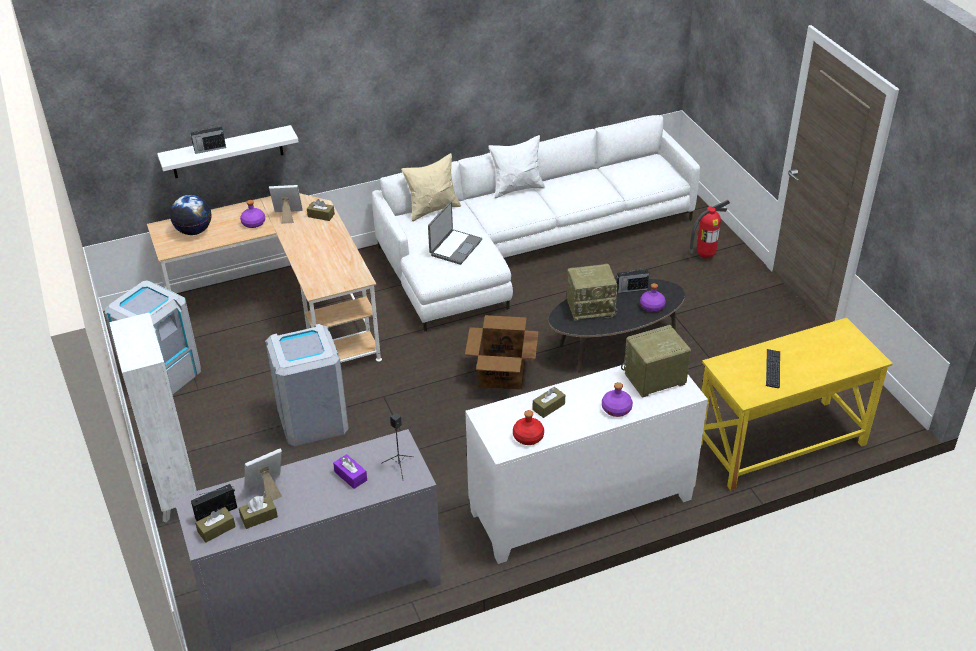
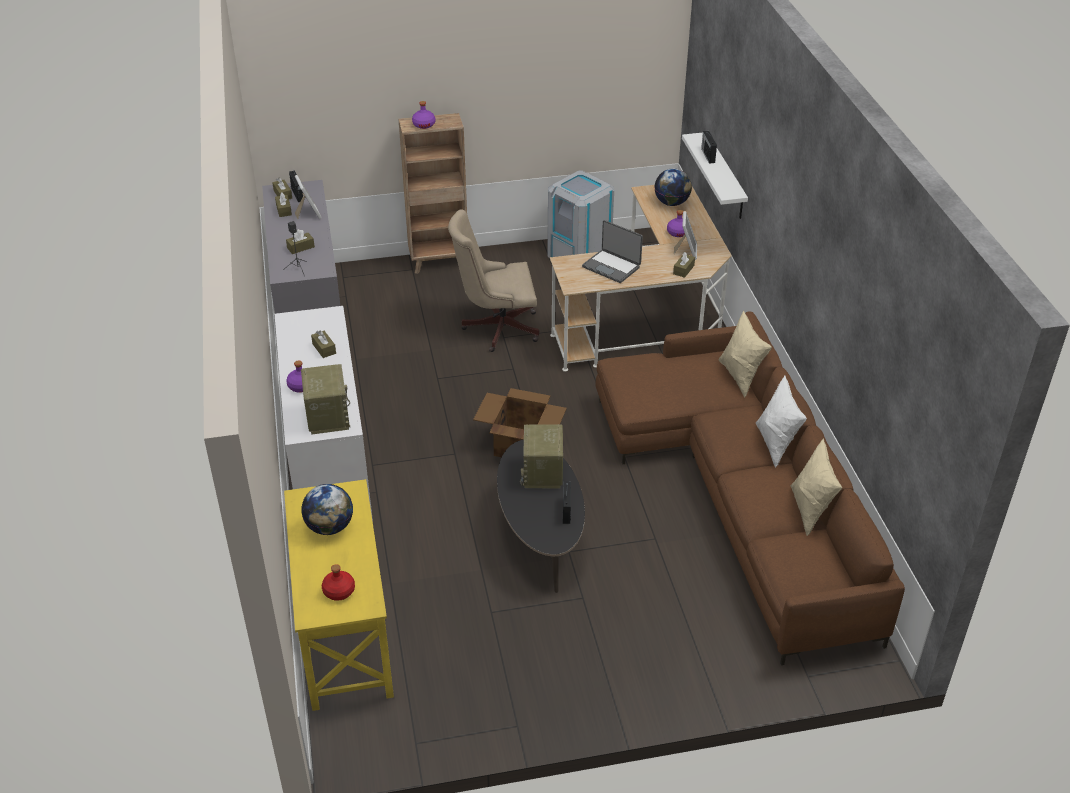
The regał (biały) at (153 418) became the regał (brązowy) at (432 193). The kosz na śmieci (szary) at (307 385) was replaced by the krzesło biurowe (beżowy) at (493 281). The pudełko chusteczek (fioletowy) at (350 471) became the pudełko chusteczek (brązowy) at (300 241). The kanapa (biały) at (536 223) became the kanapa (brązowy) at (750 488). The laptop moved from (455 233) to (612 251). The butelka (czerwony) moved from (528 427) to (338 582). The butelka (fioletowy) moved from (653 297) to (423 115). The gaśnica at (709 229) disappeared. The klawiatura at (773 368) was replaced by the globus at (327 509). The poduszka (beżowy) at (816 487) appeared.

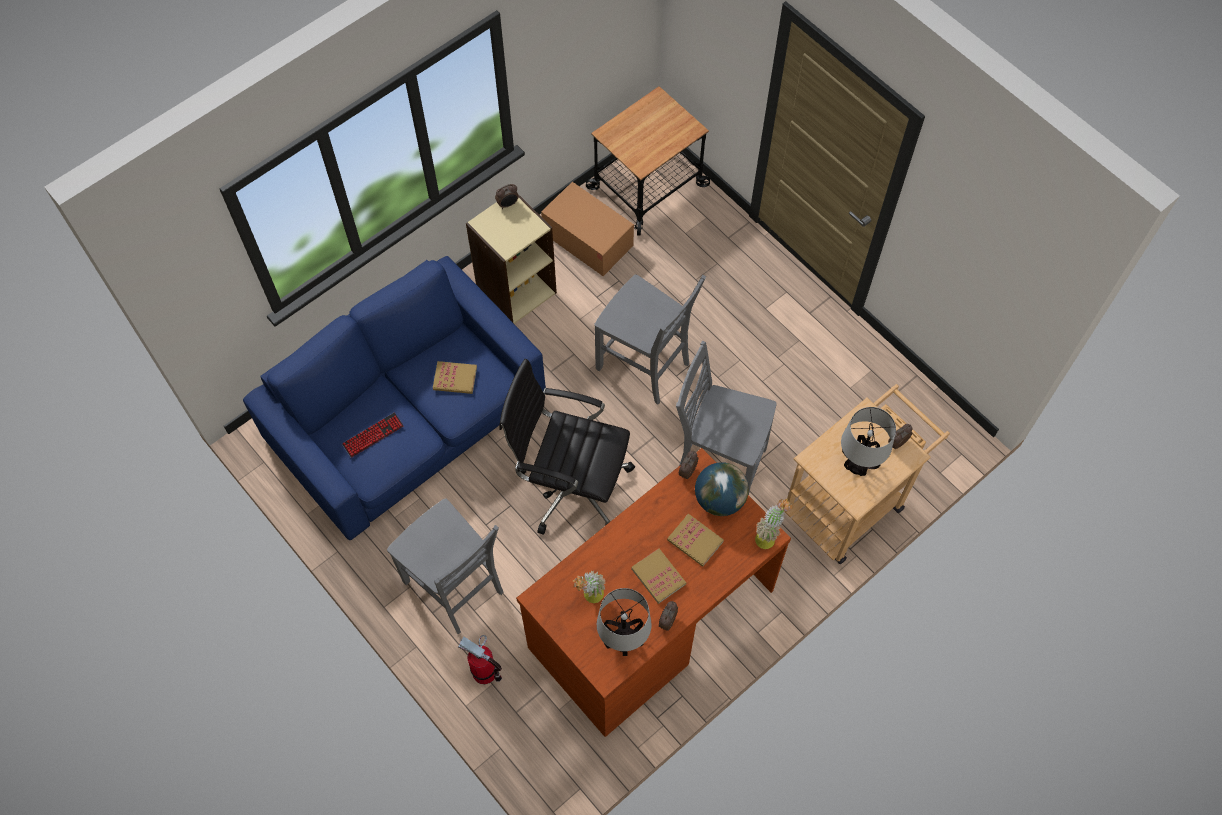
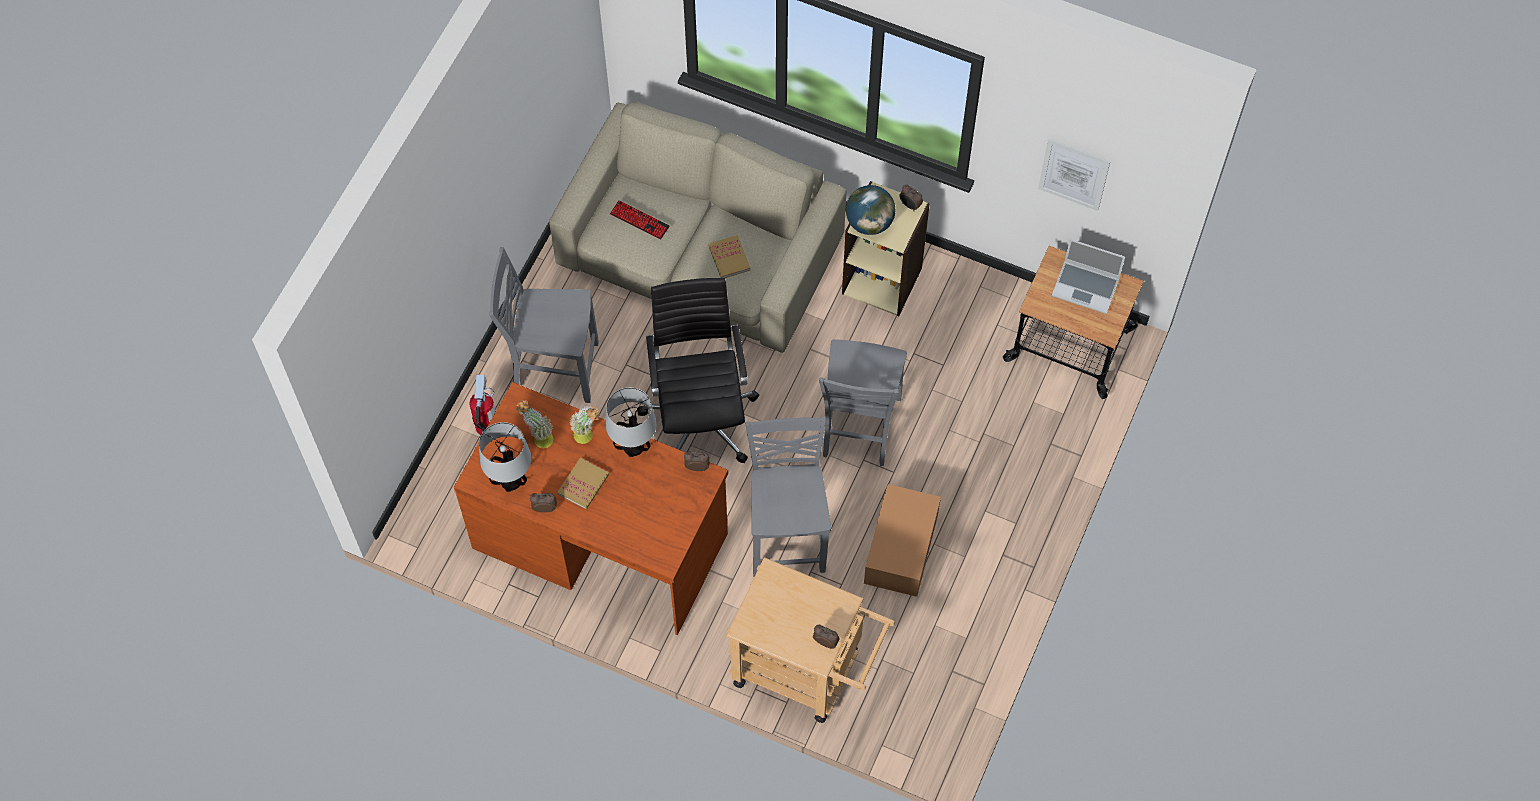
The kanapa (niebieski) at (394 398) became the kanapa (beżowy) at (697 227). The krzesło (szary) at (445 566) turned 75 degrees clockwise. The karton moved from (587 229) to (902 540). The książka at (695 540) disappeared. The globus moved from (722 489) to (870 210). The roślina doniczkowa moved from (774 523) to (585 425). The lampa stołowa moved from (868 441) to (631 422). The obraz at (1074 175) appeared. The laptop at (1088 276) appeared.

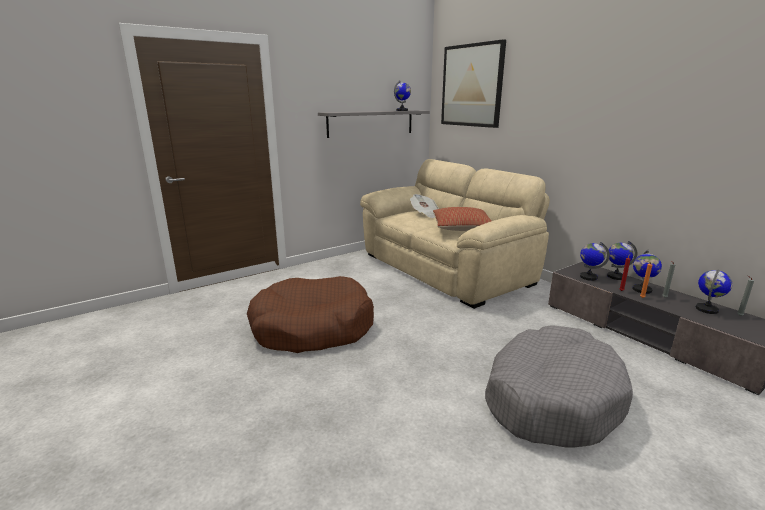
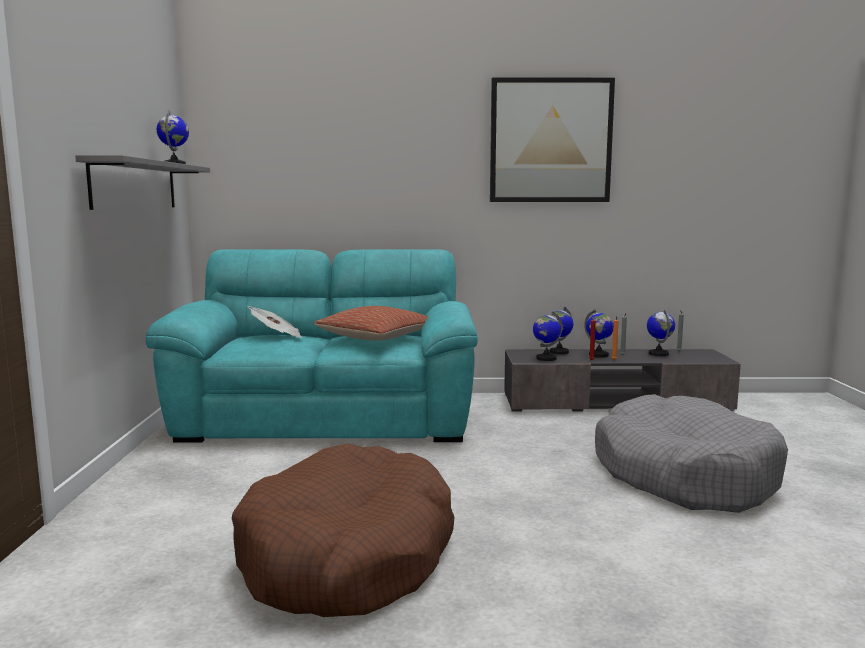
The kanapa (beżowy) at (455 234) became the kanapa (turkusowy) at (312 346). The obraz moved from (473 83) to (552 140).

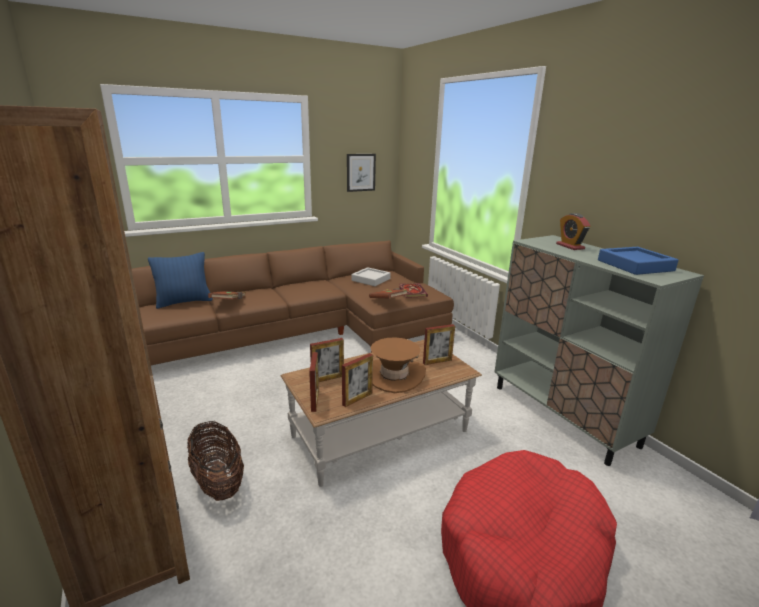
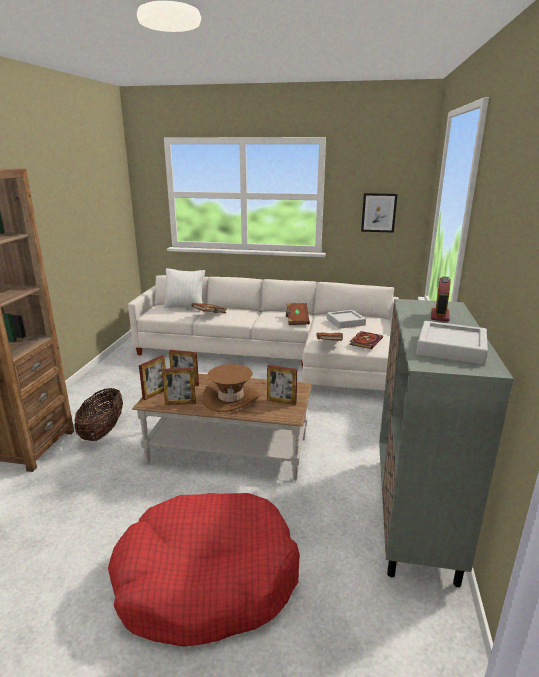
The kanapa (brązowy) at (293 303) became the kanapa (biały) at (263 333). The poduszka (niebieski) at (180 280) became the poduszka (biały) at (184 289). The taca (niebieski) at (638 261) became the taca (szary) at (452 343). The książka (brązowy) at (298 314) appeared.

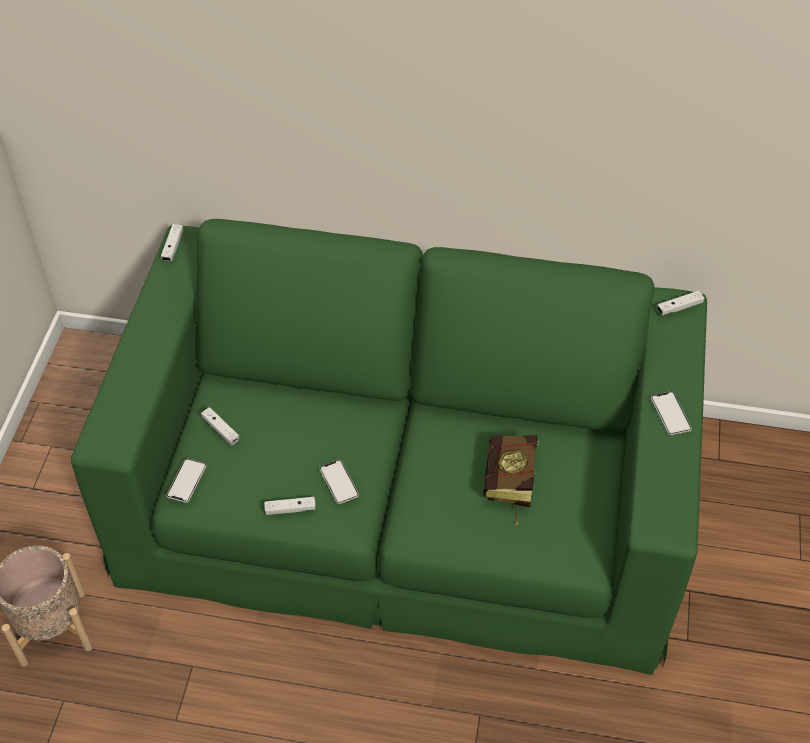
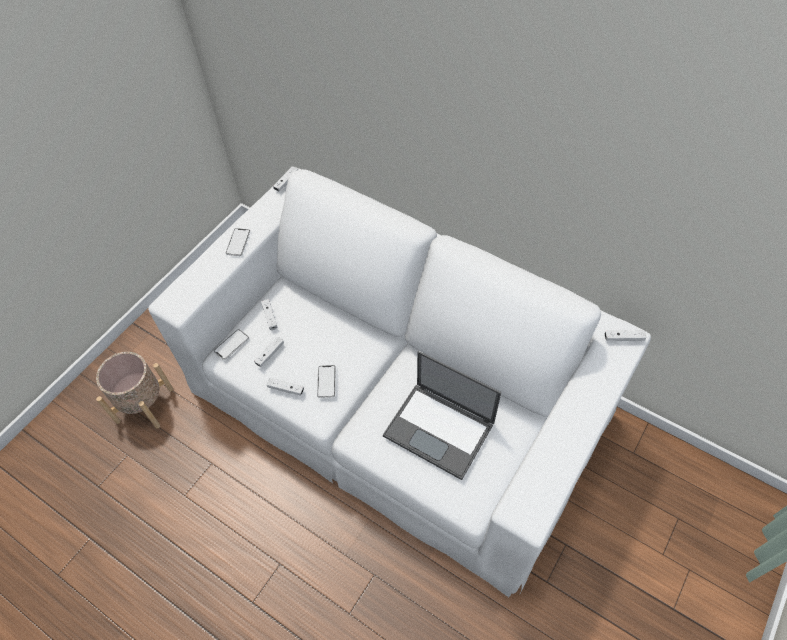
The kanapa (zielony) at (389 447) became the kanapa (biały) at (399 382). The książka at (511 480) was replaced by the laptop at (442 415). The telefon moved from (671 413) to (238 242). The pad do gier (biały) at (269 352) appeared.

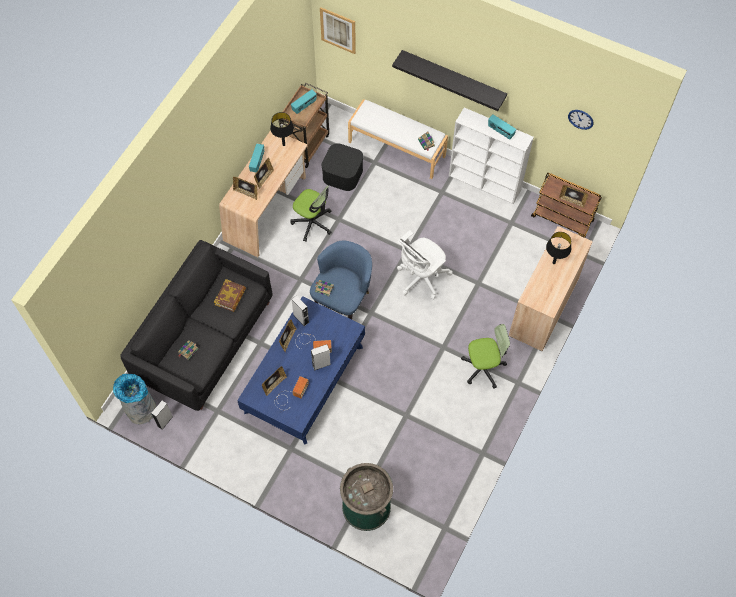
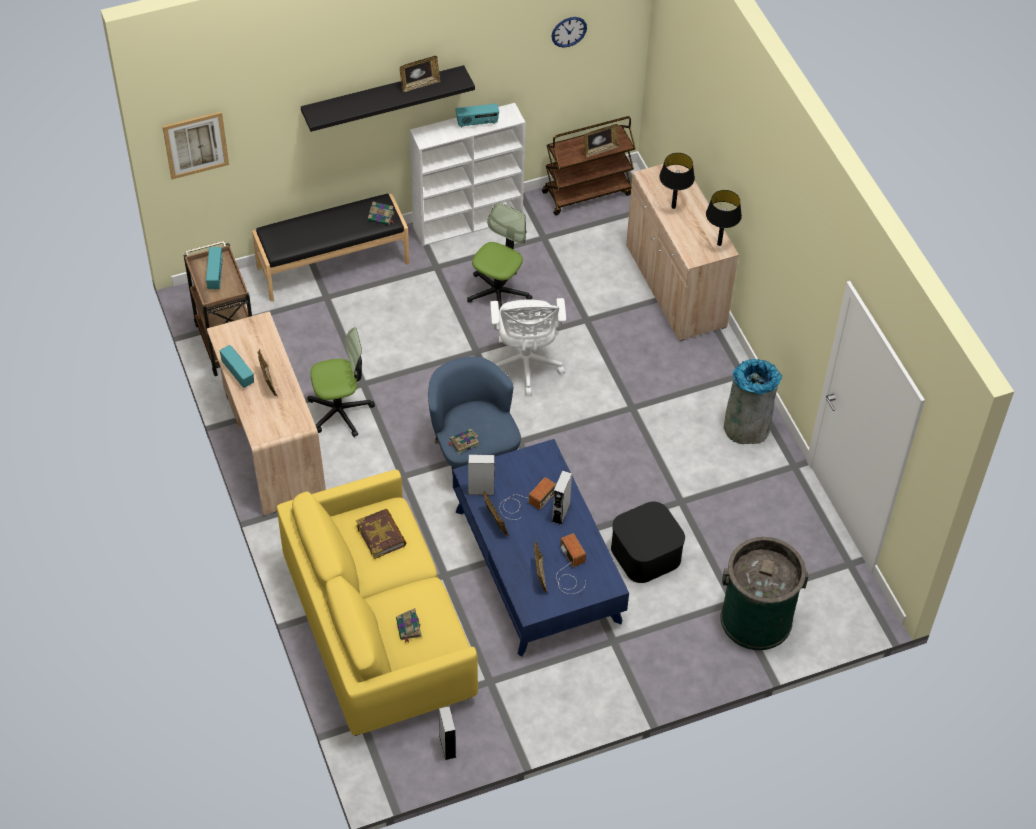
The kosz na śmieci (szary) moved from (134 399) to (753 401). The kanapa (czarny) at (196 325) became the kanapa (żółty) at (377 603). The ramka na zdjęcie moved from (245 188) to (420 74). The lampa stołowa (czarny) moved from (282 129) to (724 218). The pojemnik do przechowywania (czarny) moved from (342 167) to (648 542). The ławka (biały) at (398 139) became the ławka (czarny) at (330 247). The krzesło biurowe moved from (485 356) to (500 256).

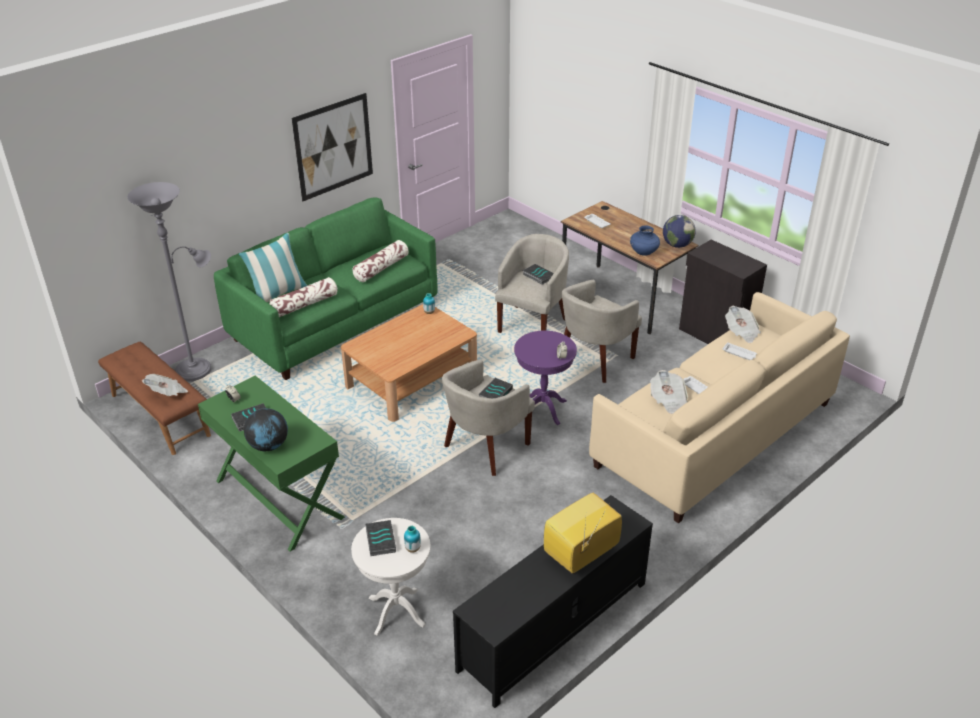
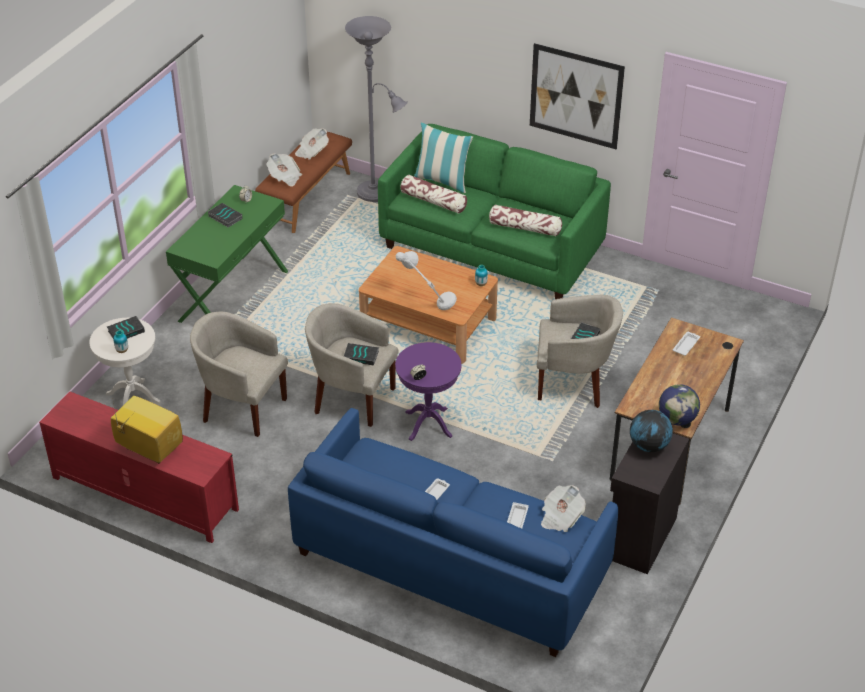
The globus moved from (266 429) to (651 431). The szafka pod telewizor (czarny) at (553 601) became the szafka pod telewizor (czerwony) at (139 467). The fotel (beżowy) moved from (602 331) to (239 374). The kanapa (beżowy) at (719 407) became the kanapa (niebieski) at (453 532). The wazon (niebieski) at (645 240) disappeared. The gazeta moved from (669 392) to (312 144). The lampa stołowa (szary) at (426 280) appeared.

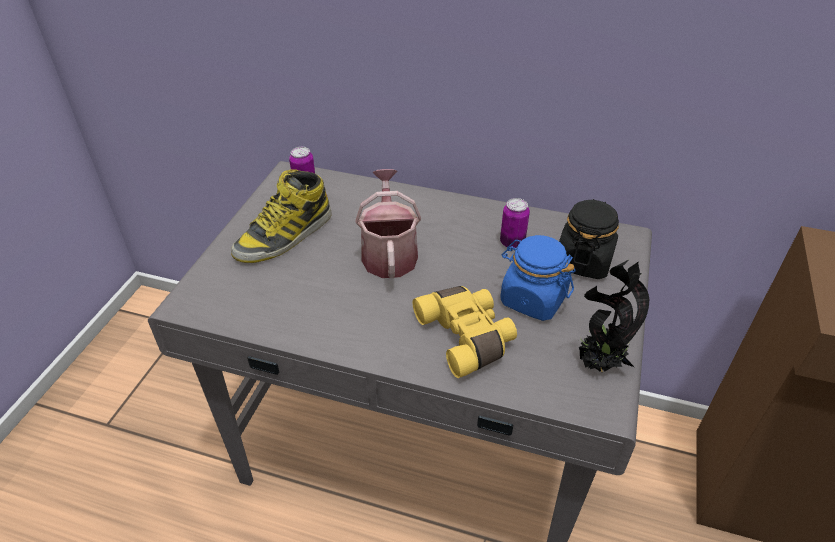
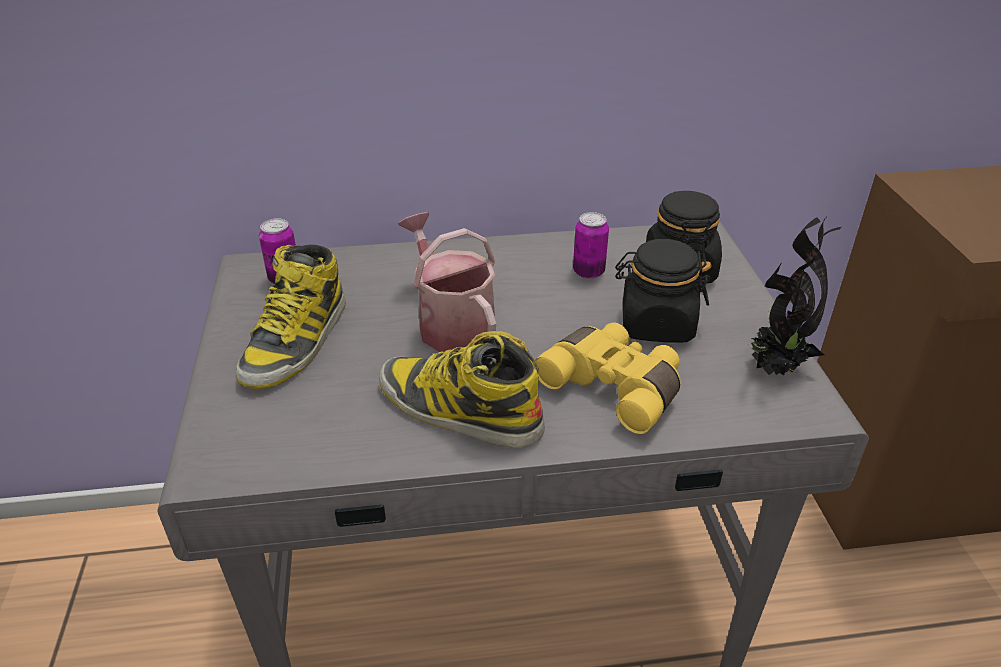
The słoik (niebieski) at (538 278) became the słoik (czarny) at (663 291). The but z cholewką at (462 389) appeared.

